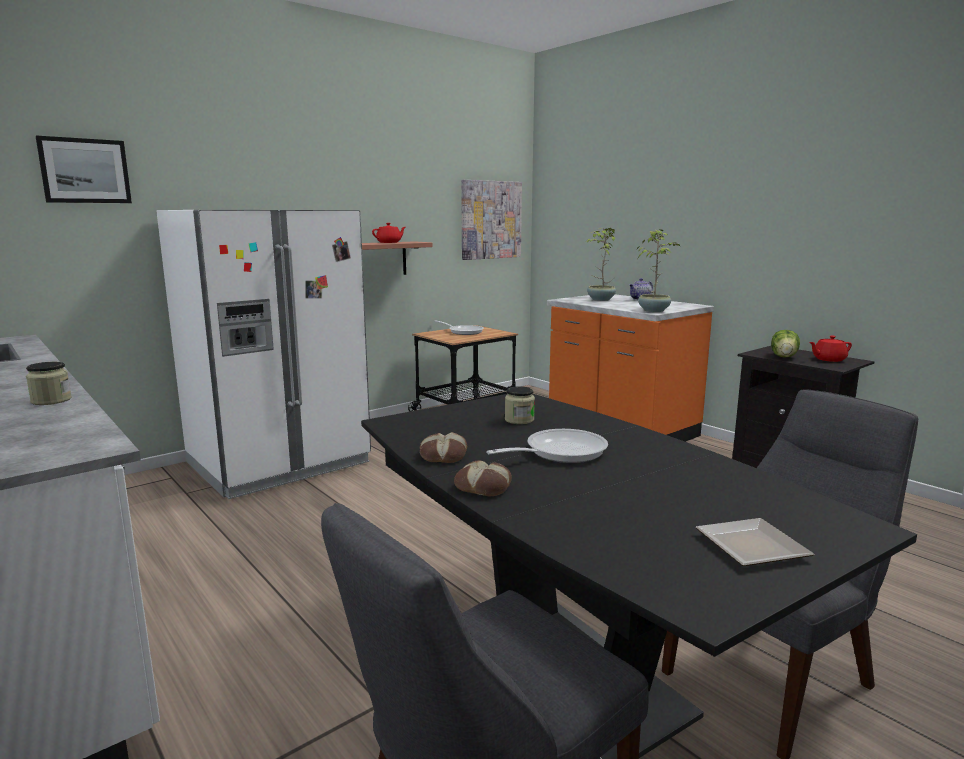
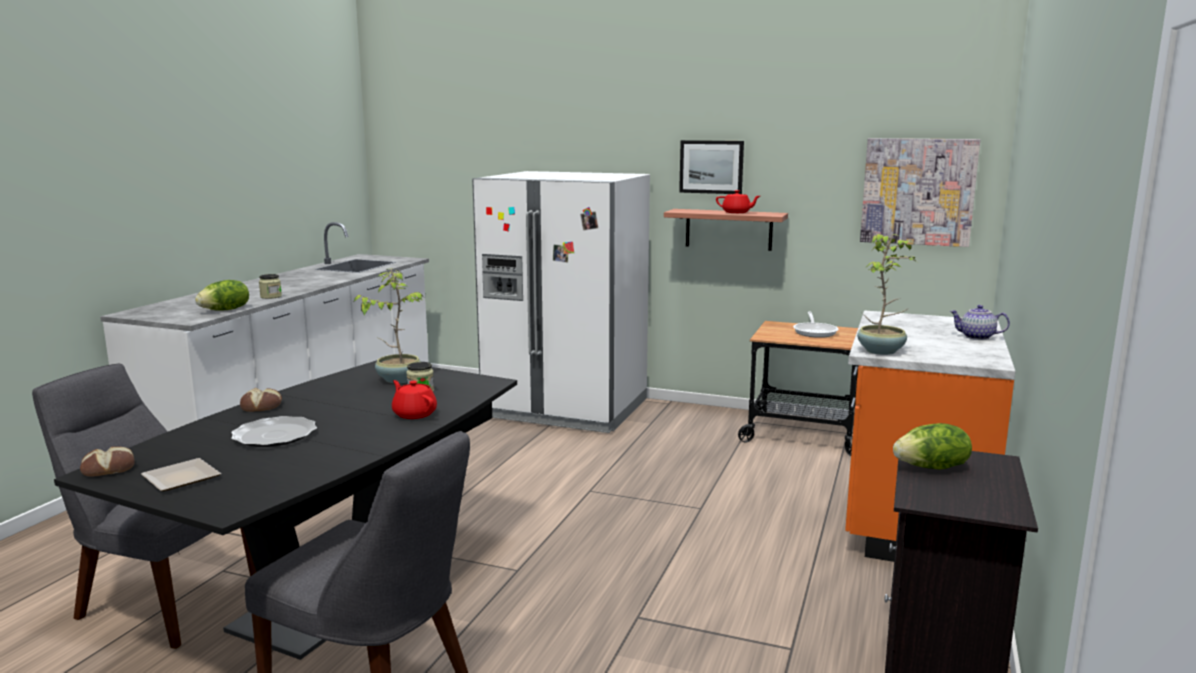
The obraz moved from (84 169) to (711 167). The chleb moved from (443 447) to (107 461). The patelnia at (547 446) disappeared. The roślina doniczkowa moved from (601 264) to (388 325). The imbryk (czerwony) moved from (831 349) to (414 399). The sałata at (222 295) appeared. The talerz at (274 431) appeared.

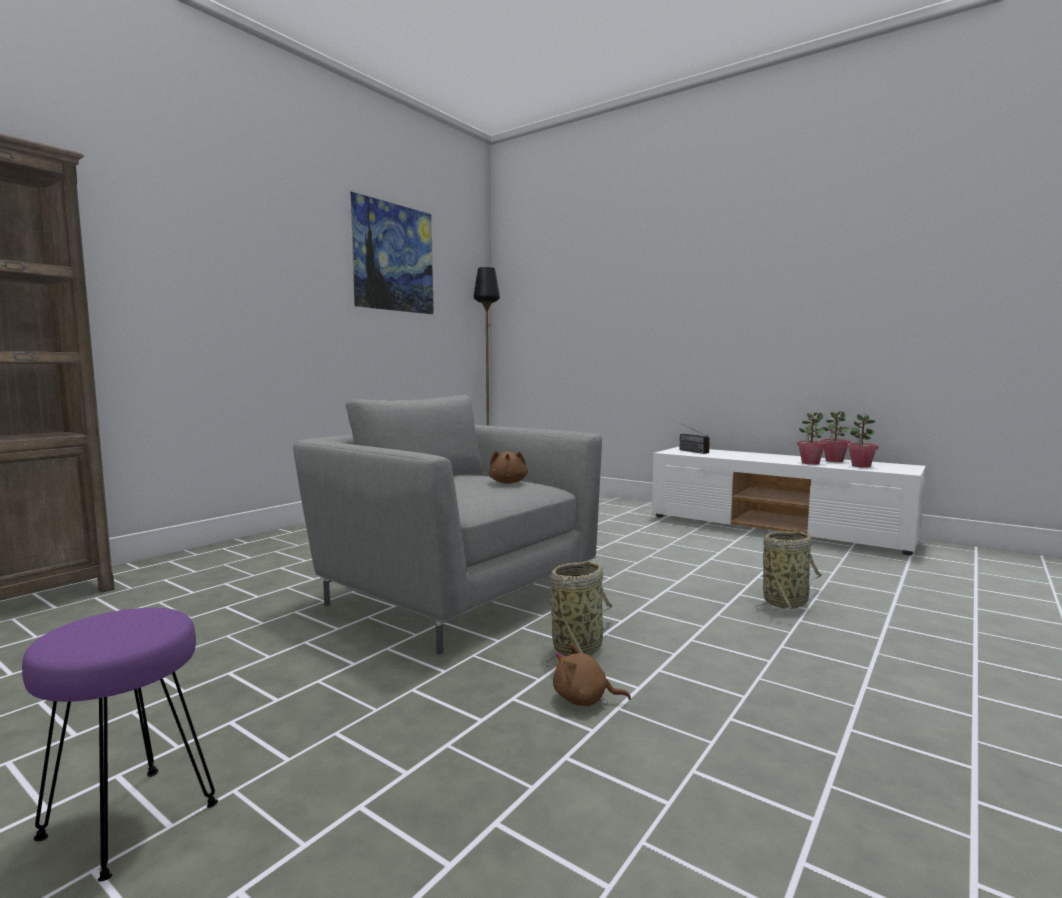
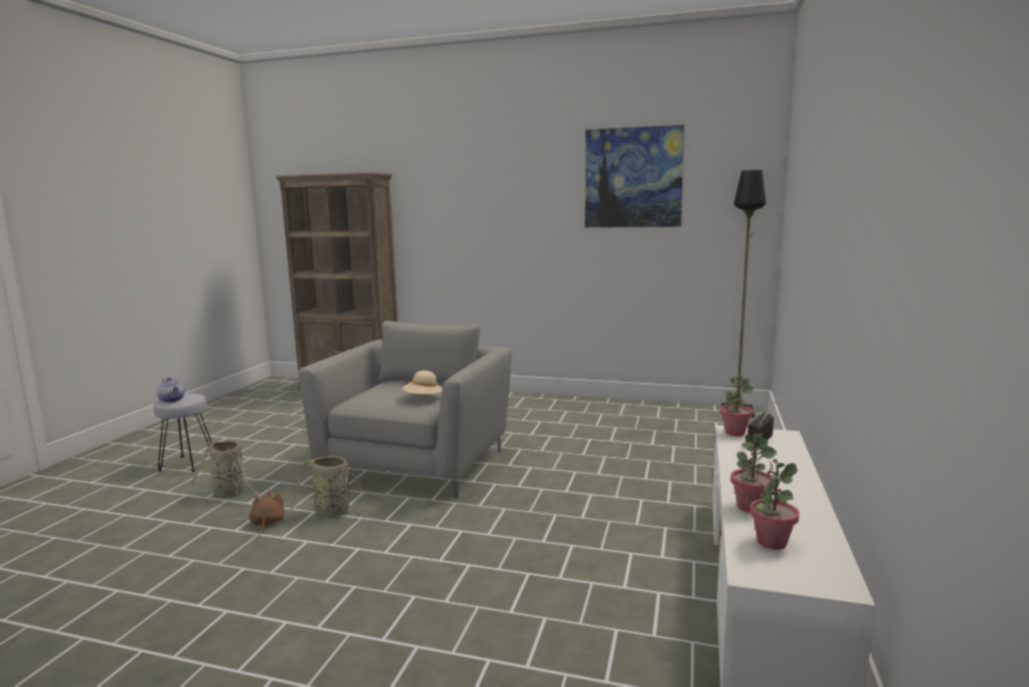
The stołek (fioletowy) at (120 744) became the stołek (szary) at (183 433). The pluszak (brązowy) at (508 467) was replaced by the kapelusz (beżowy) at (422 382). The koszyk moved from (788 570) to (227 469). The roślina doniczkowa moved from (835 436) to (737 406). The imbryk at (171 390) appeared.

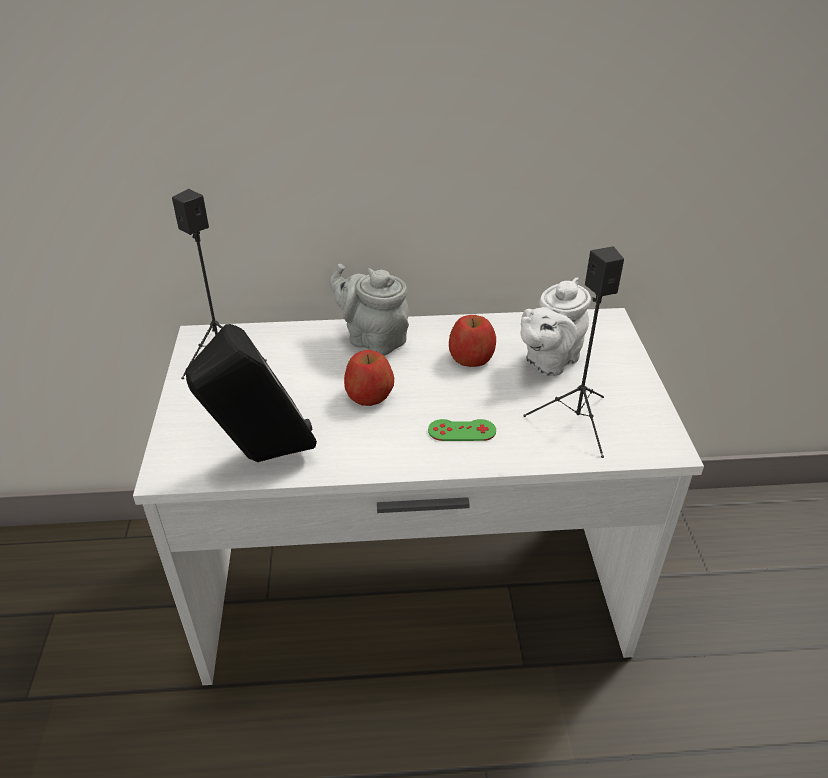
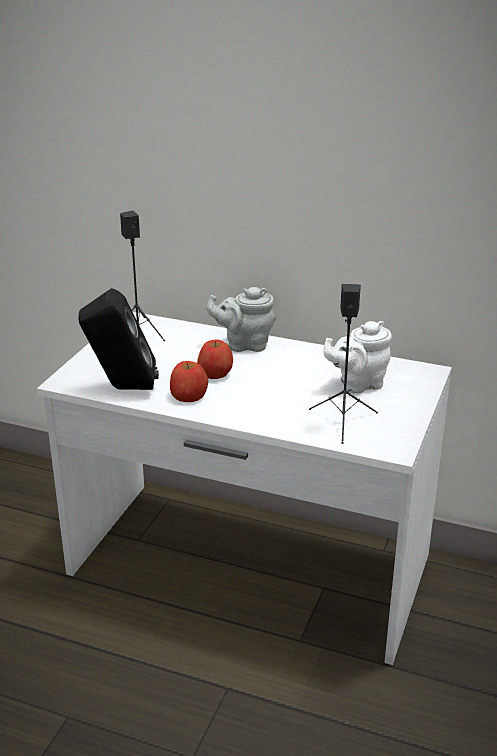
The imbryk (szary) at (369 310) turned 60 degrees counterclockwise. The pad do gier (zielony) at (462 430) disappeared. The jabłko moved from (472 341) to (189 381).

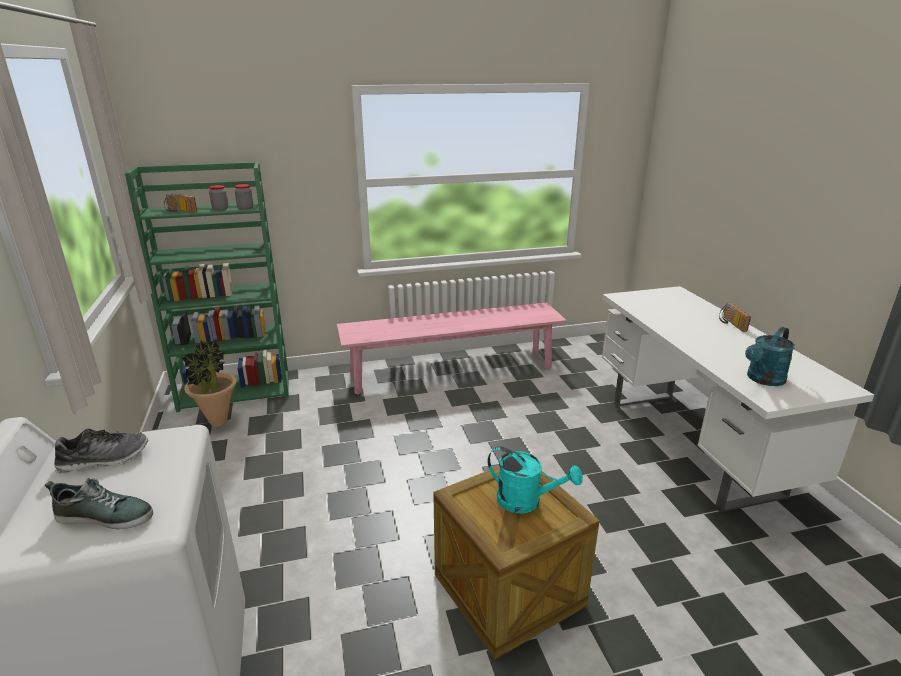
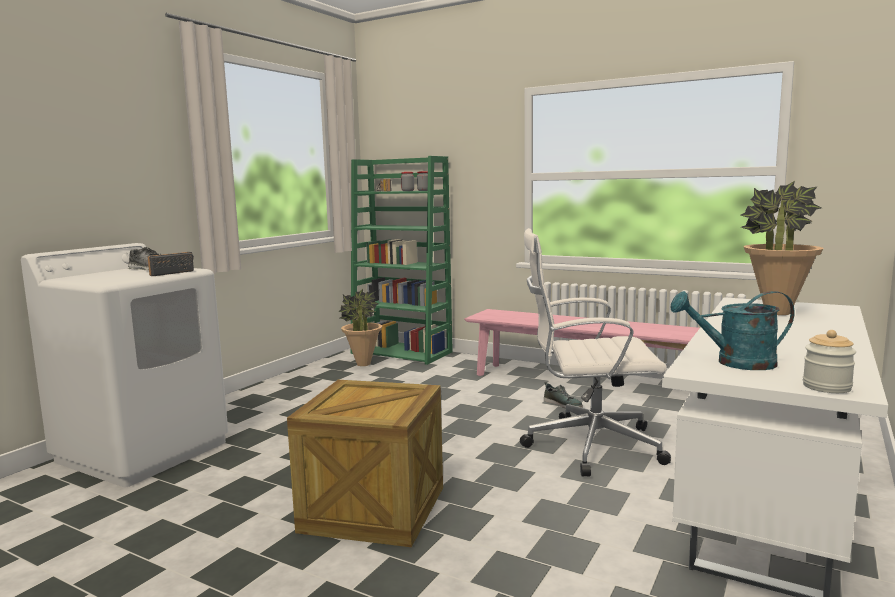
The but moved from (99 503) to (563 395). The konewka (turkusowy) at (535 480) disappeared. The radio moved from (735 317) to (170 264). The krzesło biurowe (biały) at (595 352) appeared. The roślina doniczkowa at (782 248) appeared. The słoik at (829 361) appeared.

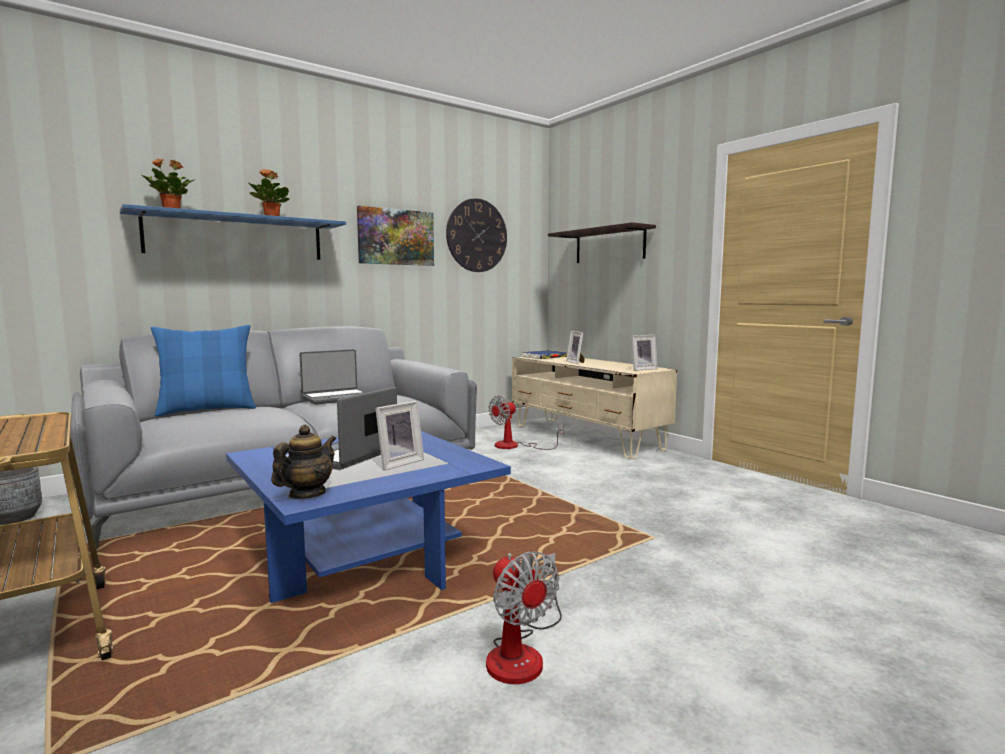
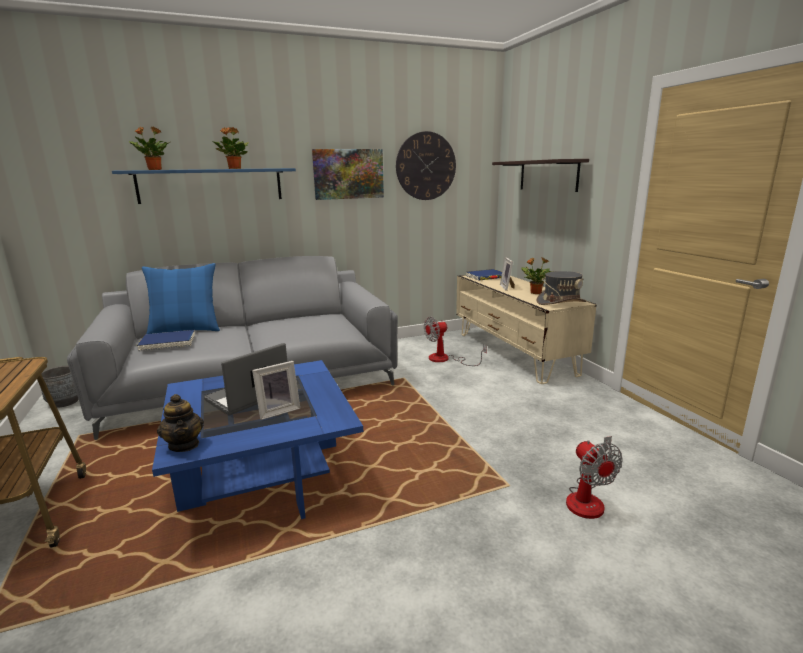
The imbryk at (303 462) turned 105 degrees clockwise. The laptop at (332 377) disappeared. The wentylator moved from (524 618) to (594 477). The ramka na zdjęcie at (645 353) was replaced by the kapelusz (szary) at (562 288). The książka (niebieski) at (166 341) appeared. The roślina doniczkowa at (537 275) appeared.

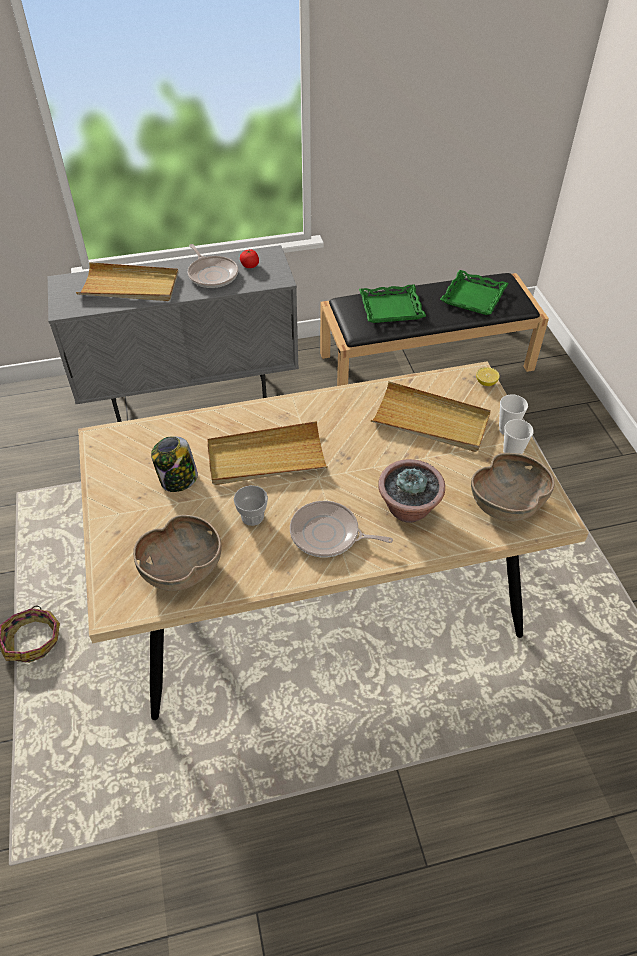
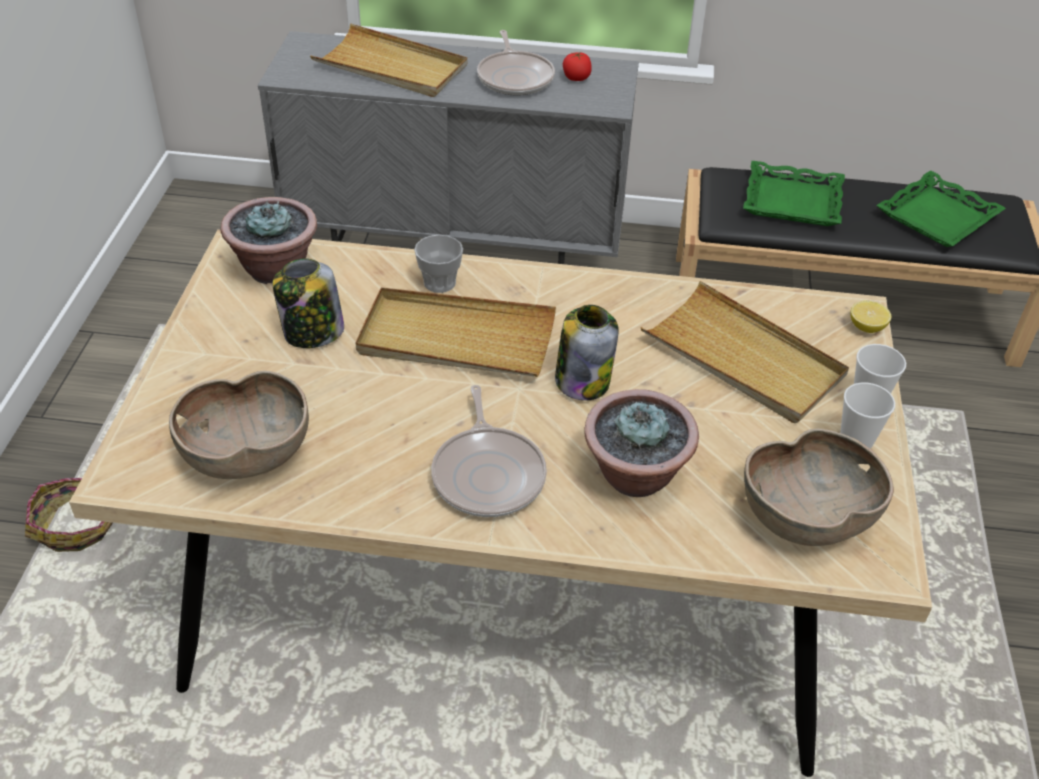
The filiżanka moved from (251 505) to (438 264). The patelnia at (341 529) turned 135 degrees counterclockwise. The roślina doniczkowa at (268 240) appeared. The słoik at (587 353) appeared.

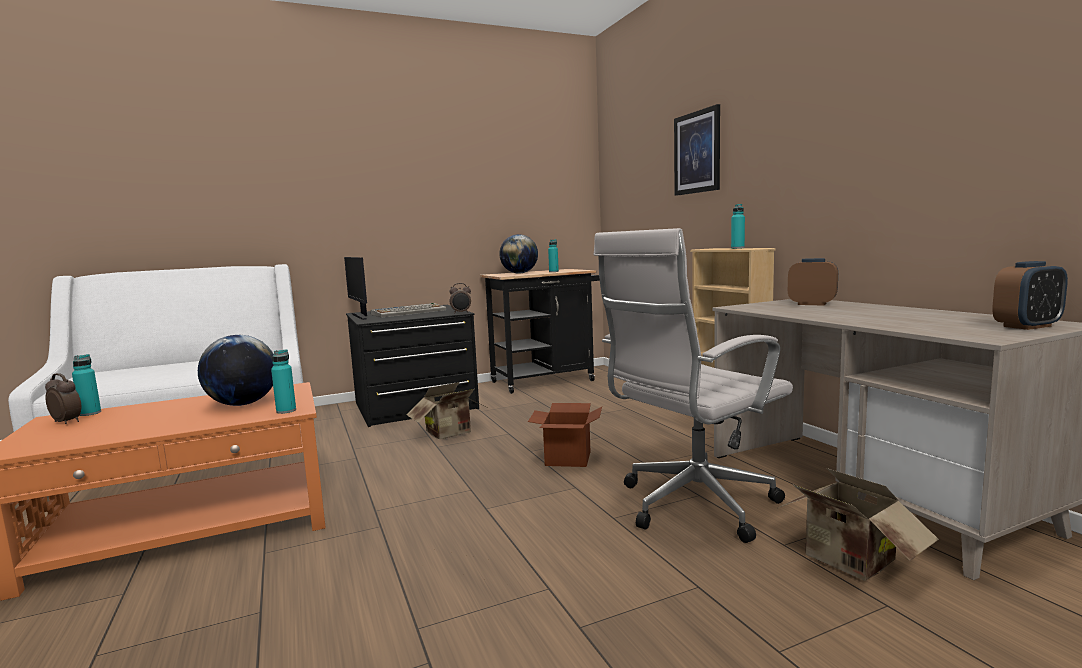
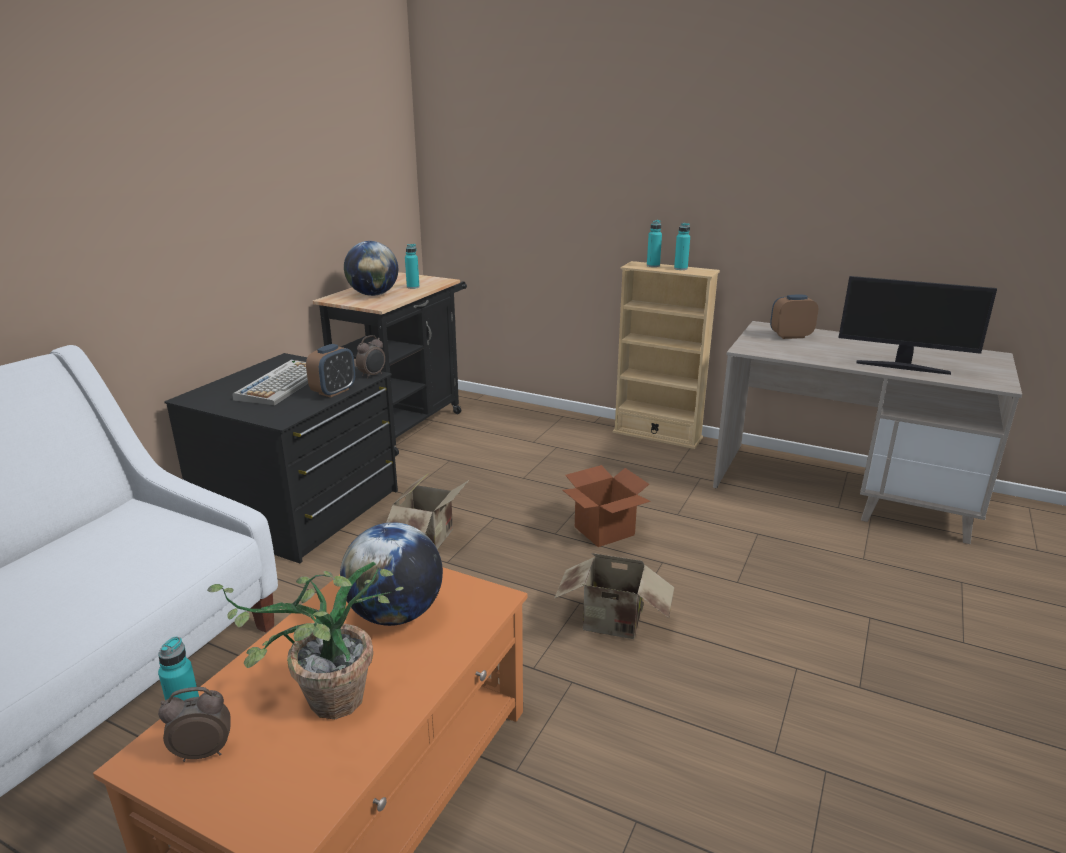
The butelka (turkusowy) moved from (283 381) to (654 243). The monitor moved from (355 288) to (917 325). The krzesło biurowe (biały) at (693 385) disappeared. The obraz at (697 150) disappeared. The karton moved from (858 524) to (614 596). The budzik moved from (1030 295) to (330 370). The roślina doniczkowa at (305 640) appeared.

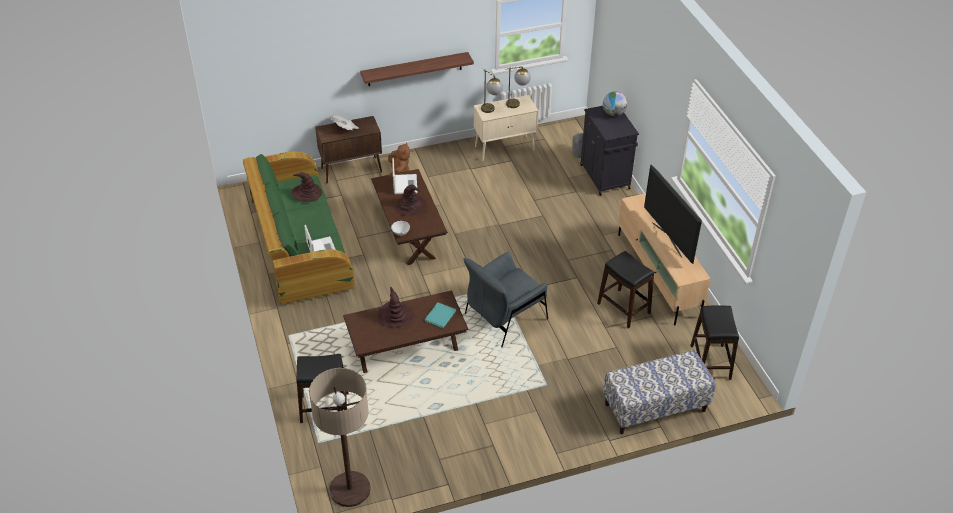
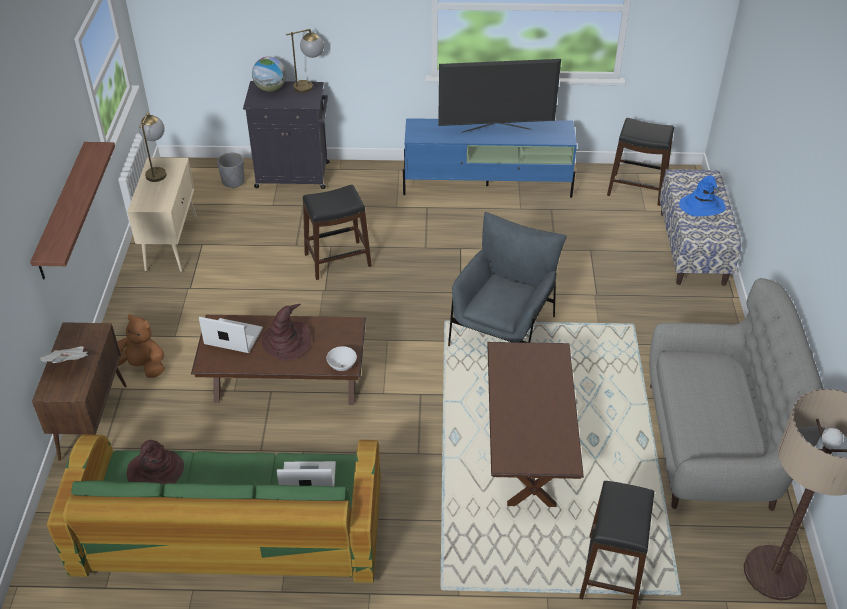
The kapelusz (brązowy) at (396 307) disappeared. The książka (turkusowy) at (440 315) disappeared. The fotel (szary) at (506 299) turned 135 degrees counterclockwise. The lampa stołowa moved from (492 91) to (305 61). The stołek (czarny) moved from (625 289) to (337 232). The szafka pod telewizor (beżowy) at (664 259) became the szafka pod telewizor (niebieski) at (490 158). The kanapa (szary) at (737 394) appeared. The kapelusz (niebieski) at (702 196) appeared.

